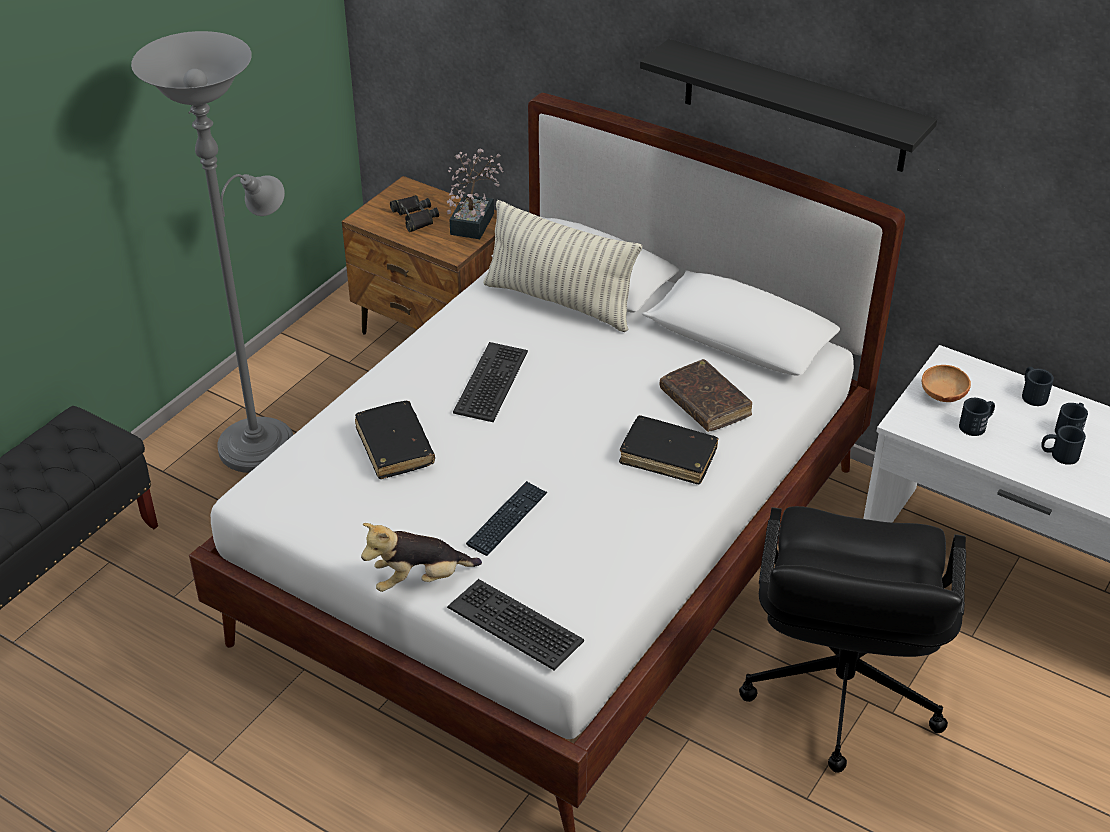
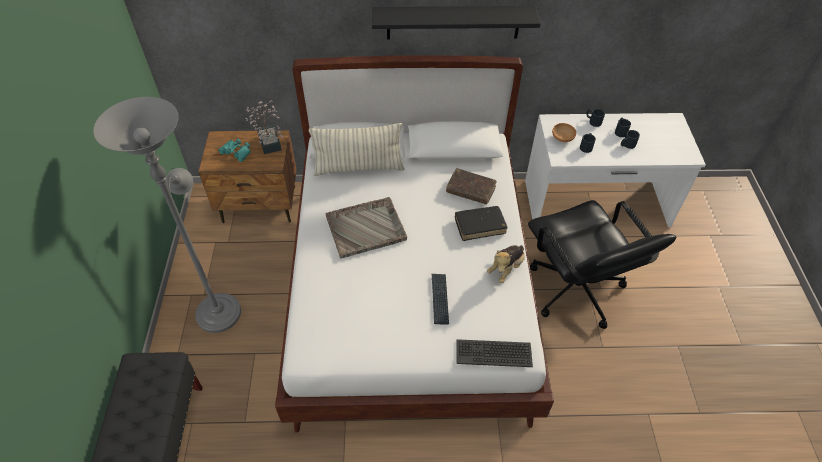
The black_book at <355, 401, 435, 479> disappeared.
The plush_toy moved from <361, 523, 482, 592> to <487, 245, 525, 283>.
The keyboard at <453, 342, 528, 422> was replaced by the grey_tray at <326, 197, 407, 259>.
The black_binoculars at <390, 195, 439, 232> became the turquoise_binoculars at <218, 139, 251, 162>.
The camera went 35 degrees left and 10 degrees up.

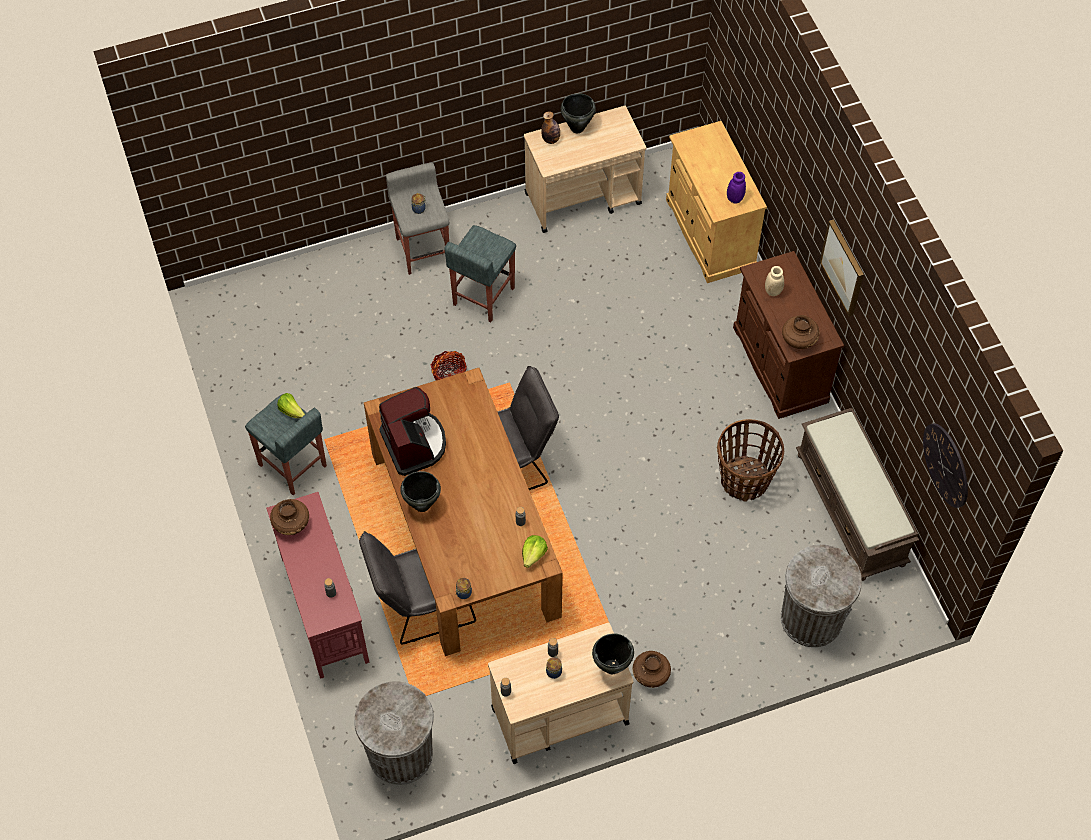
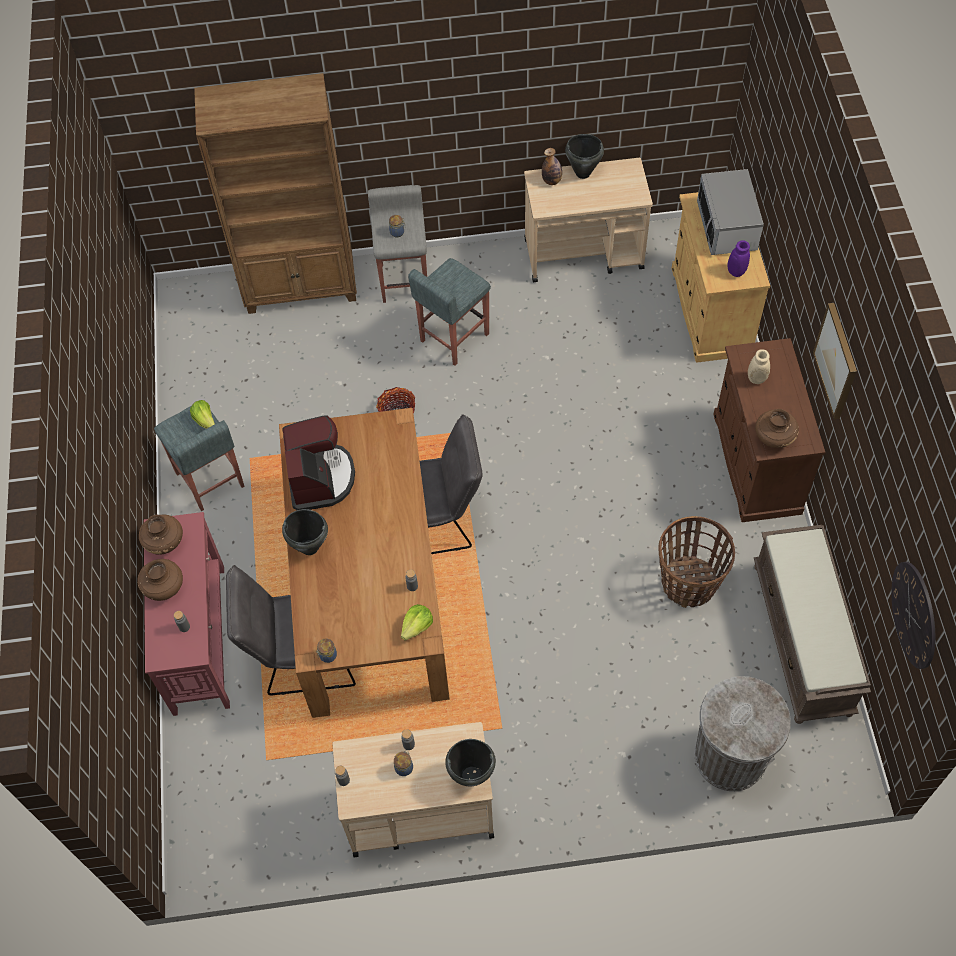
The grey_trash_can at <354, 681, 434, 785> disappeared.
The brown_bookcase at <194, 73, 357, 314> appeared.
The microwave at <697, 169, 764, 255> appeared.
The brown_vase moved from <633, 651, 671, 688> to <137, 559, 183, 601>.
The camera went 15 degrees right and 0 degrees up.

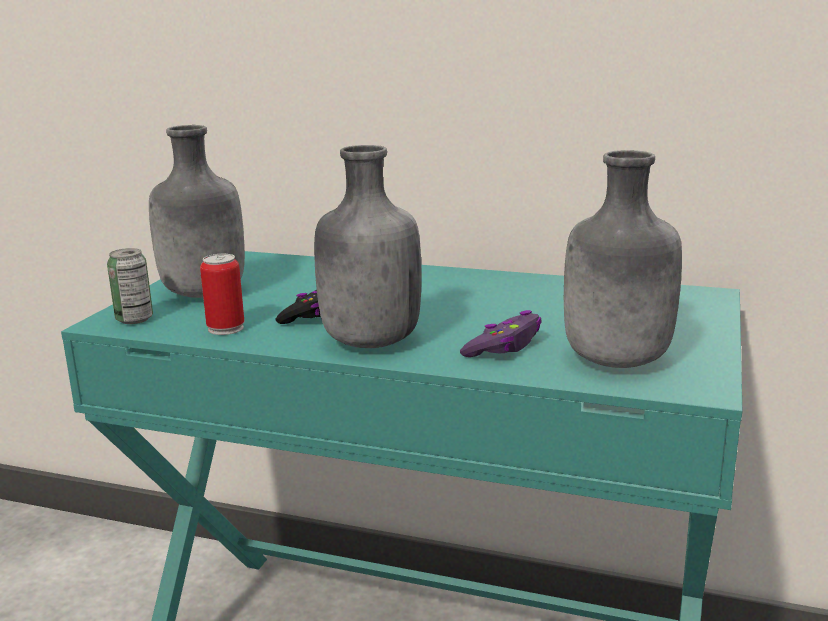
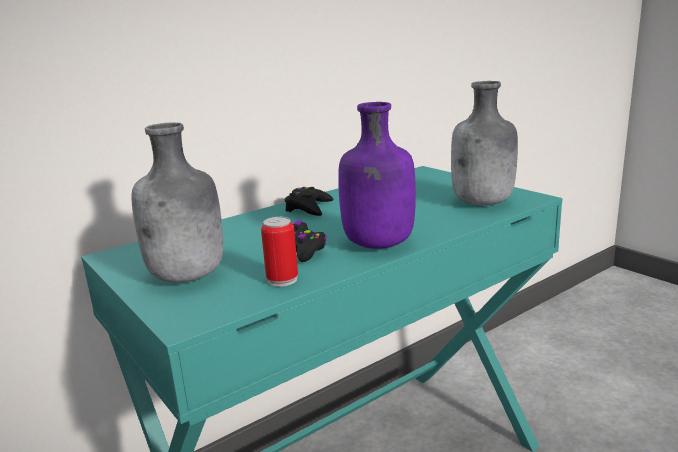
The can at <107, 248, 153, 324> disappeared.
The purple_game_controller at <460, 310, 542, 357> disappeared.
The black_game_controller at <285, 187, 333, 216> appeared.
The grey_bottle at <314, 145, 421, 348> became the purple_bottle at <338, 102, 416, 249>.
The camera went 55 degrees left and 0 degrees up.

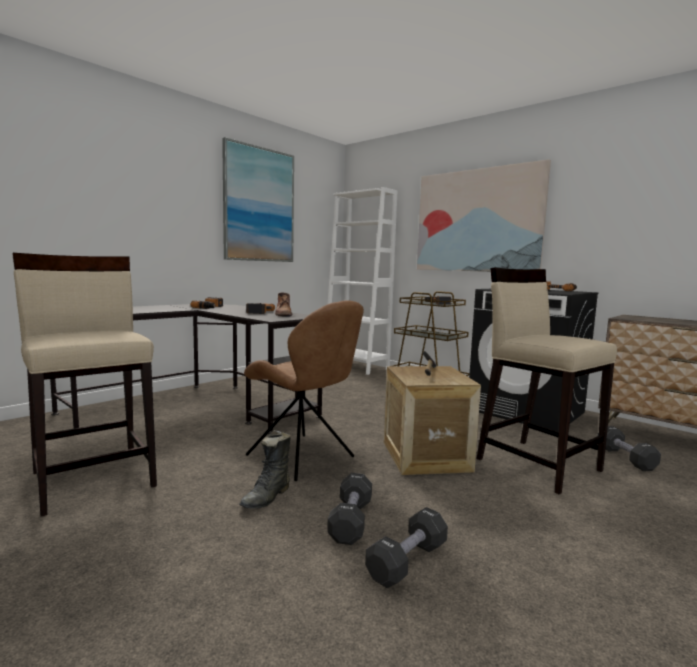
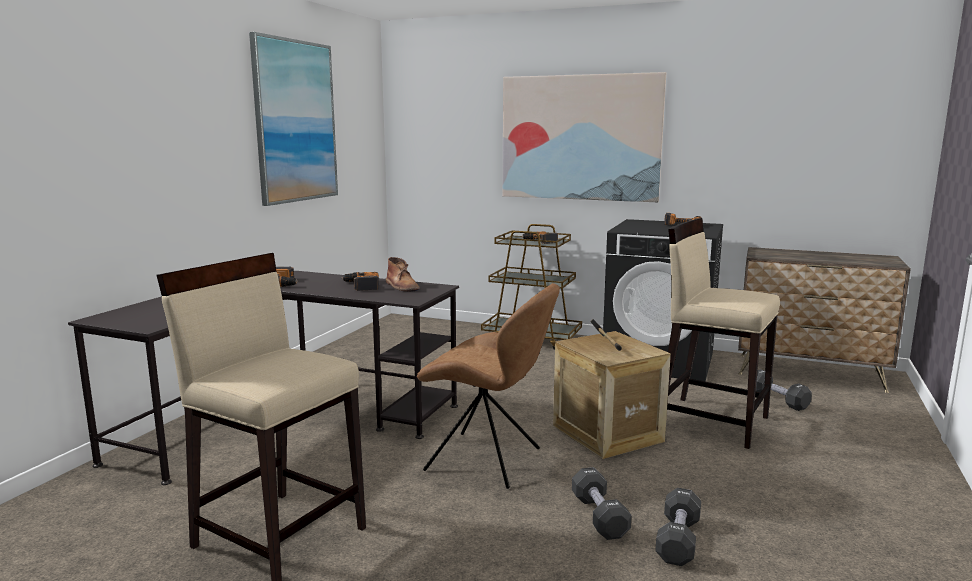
The black_boot at <239, 430, 291, 509> disappeared.
The white_bookcase at <328, 187, 397, 375> disappeared.
The camera went 20 degrees left and 5 degrees up.

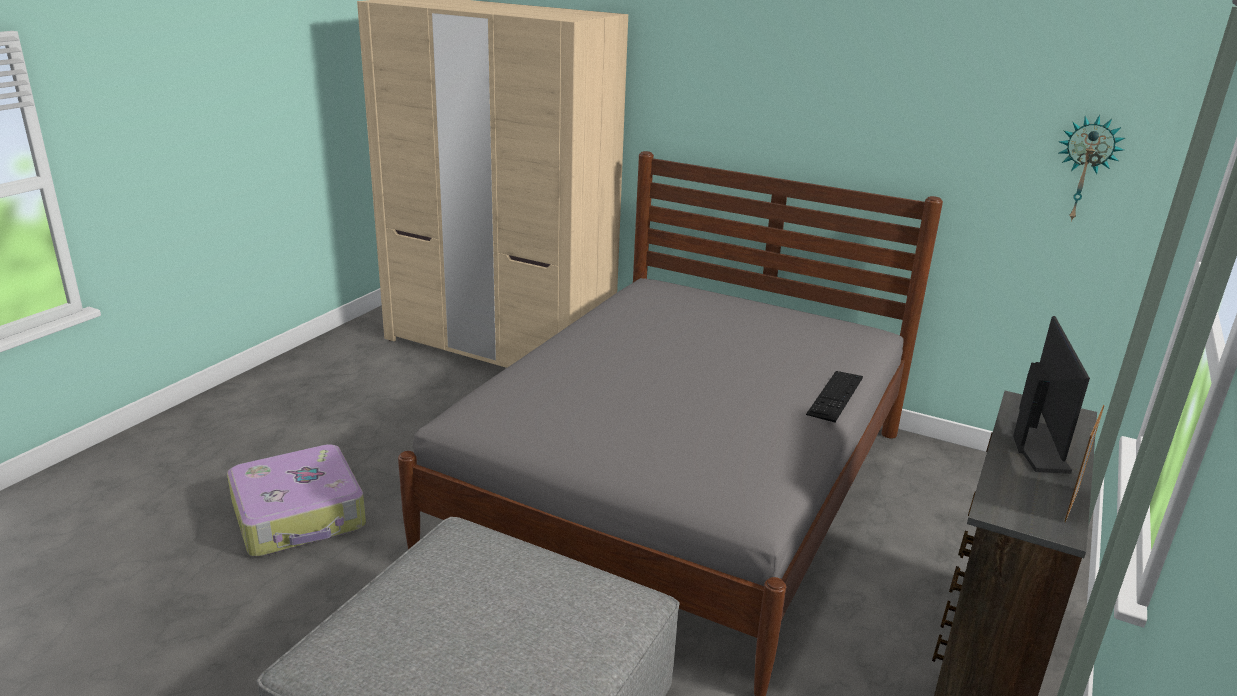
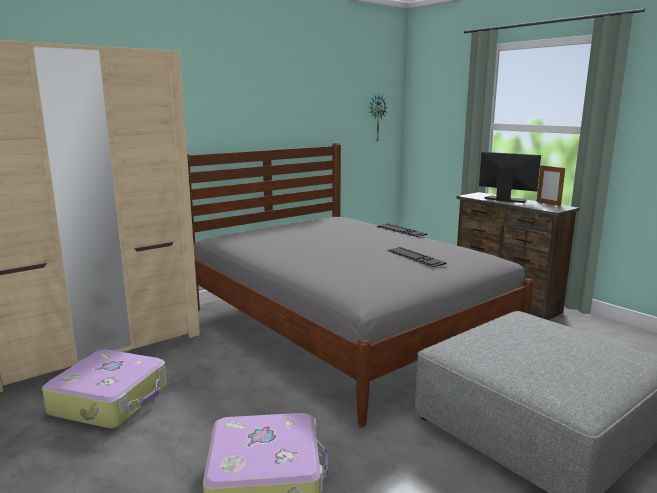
The suitcase at <42, 349, 167, 429> appeared.
The keyboard at <387, 247, 447, 267> appeared.
The camera went 65 degrees left and 10 degrees down.

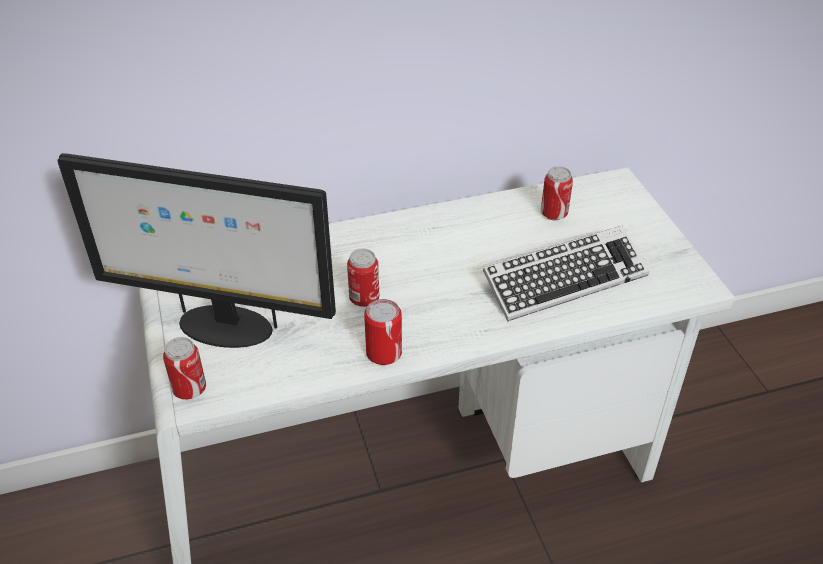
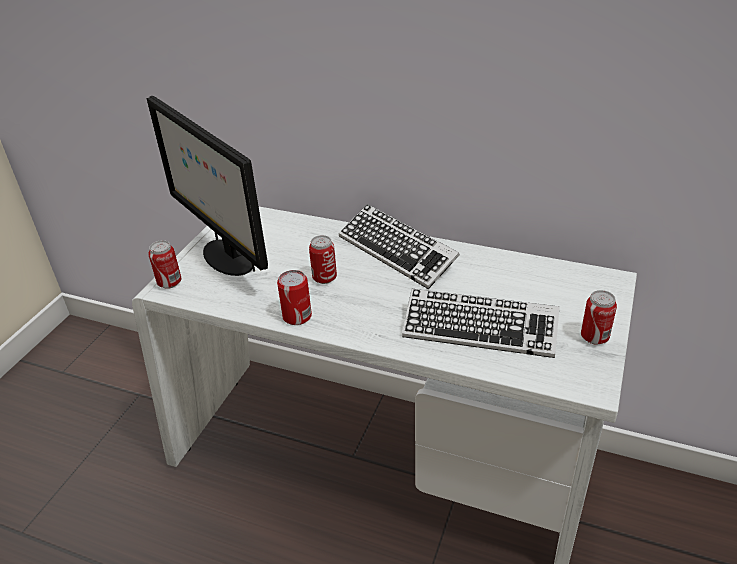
The keyboard at <339, 204, 460, 289> appeared.
The can moved from <541, 166, 573, 220> to <581, 290, 617, 345>.
The camera went 40 degrees right and 5 degrees down.

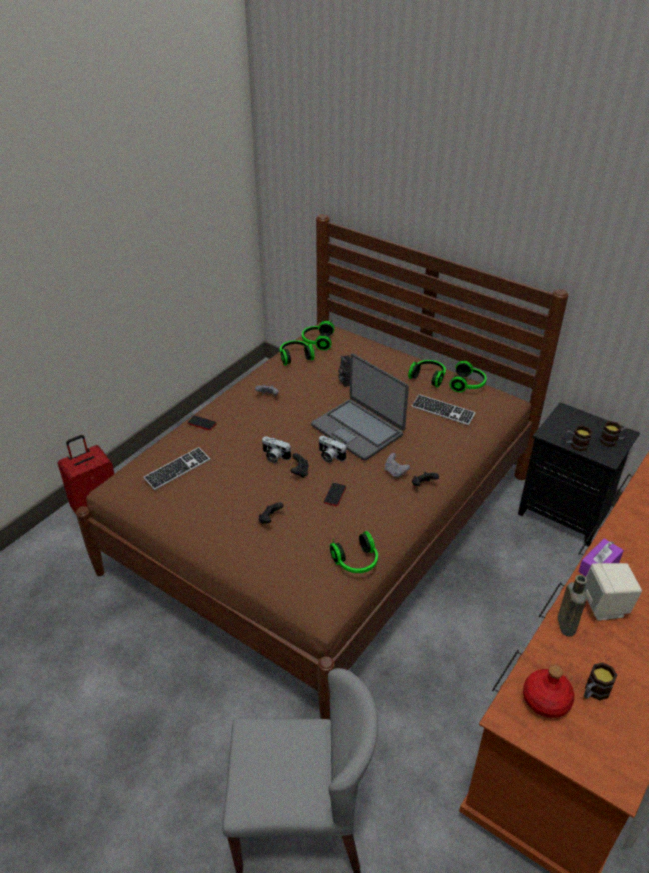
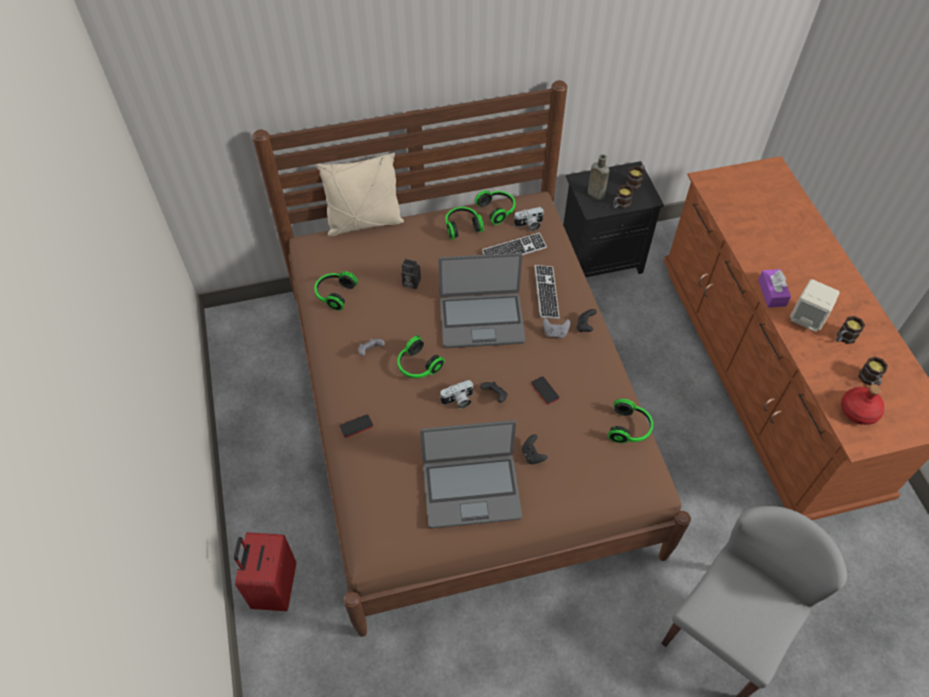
The beige_pillow at <316, 153, 404, 236> appeared.
The laptop at <420, 420, 522, 528> appeared.
The mug at <836, 316, 865, 344> appeared.
The keyboard moved from <143, 447, 210, 490> to <535, 265, 560, 319>.
The headphones moved from <302, 319, 335, 350> to <397, 333, 445, 378>.
The photo_camera moved from <319, 436, 346, 463> to <514, 207, 544, 231>.
The brown_bottle moved from <558, 575, 587, 636> to <588, 154, 609, 200>.
The camera went 50 degrees left and 15 degrees up.

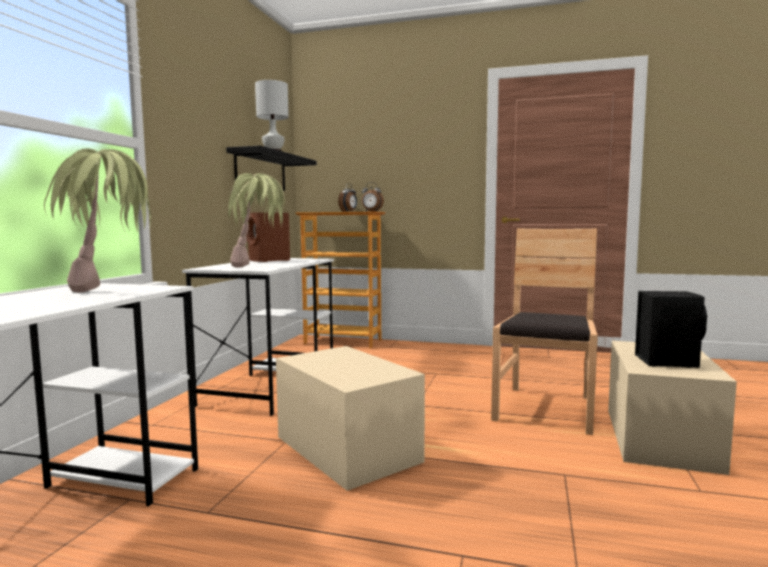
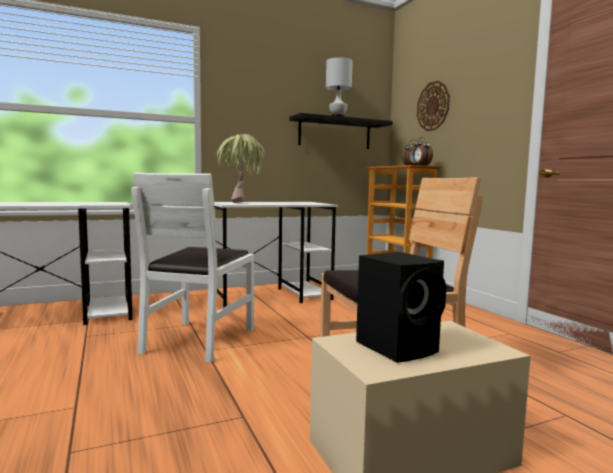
The potted_plant at <44, 148, 151, 293> disappeared.
The brown_speaker at <246, 212, 290, 262> disappeared.
The wall_clock at <417, 80, 450, 131> appeared.
The beige_storage_box at <276, 346, 425, 491> was replaced by the white_chair at <131, 172, 254, 363>.
The camera went 50 degrees right and 0 degrees up.

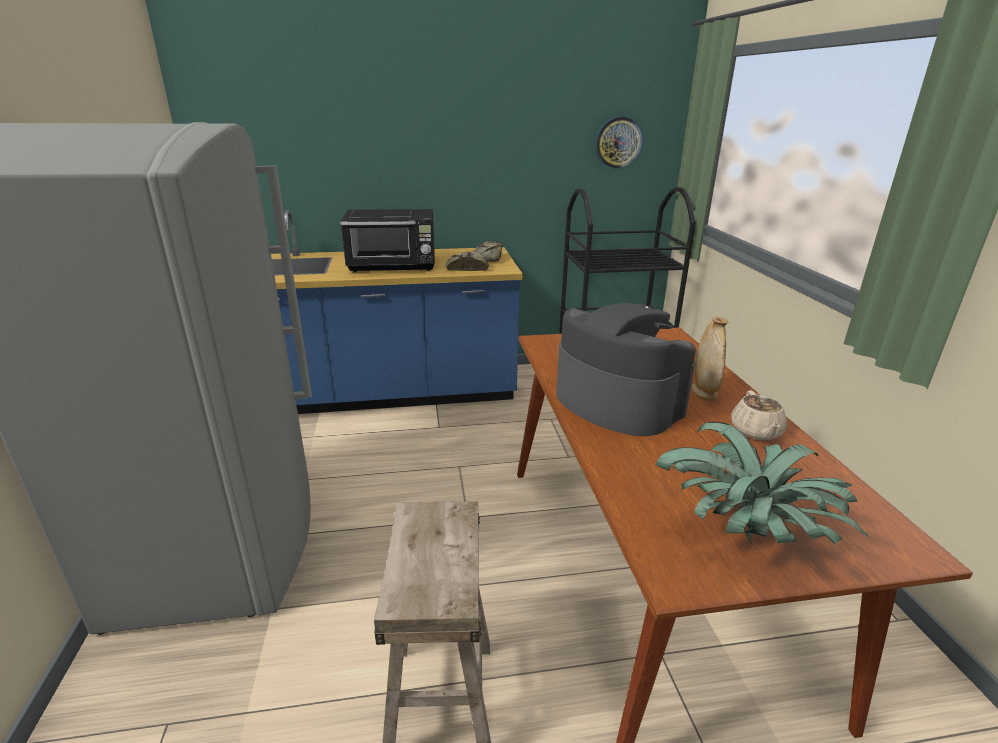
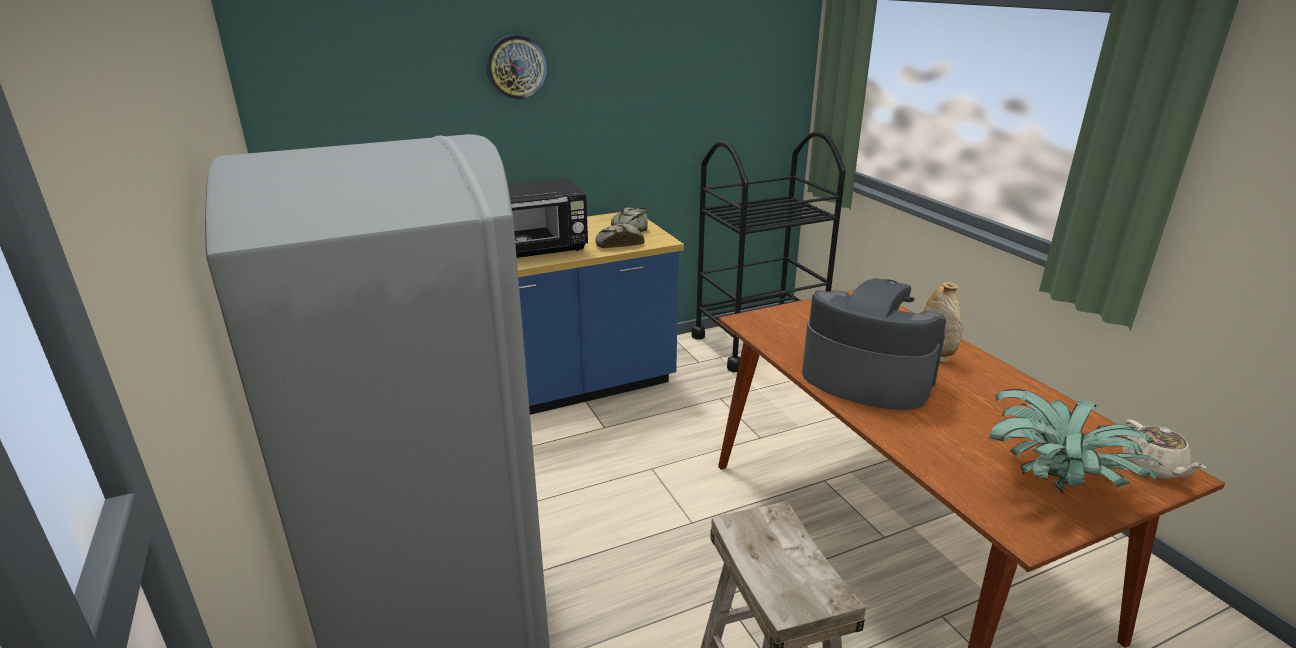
The wall_clock moved from <595, 117, 643, 168> to <486, 35, 547, 100>.
The beige_teapot moved from <731, 390, 787, 440> to <1122, 419, 1206, 479>.
The camera went 15 degrees left and 0 degrees up.

